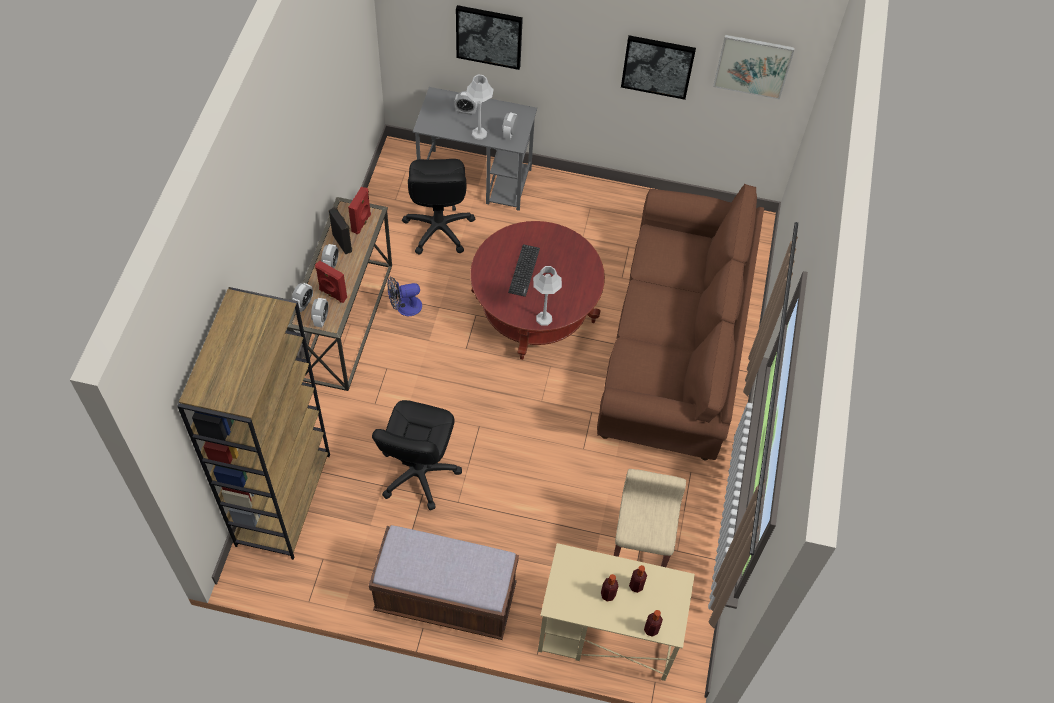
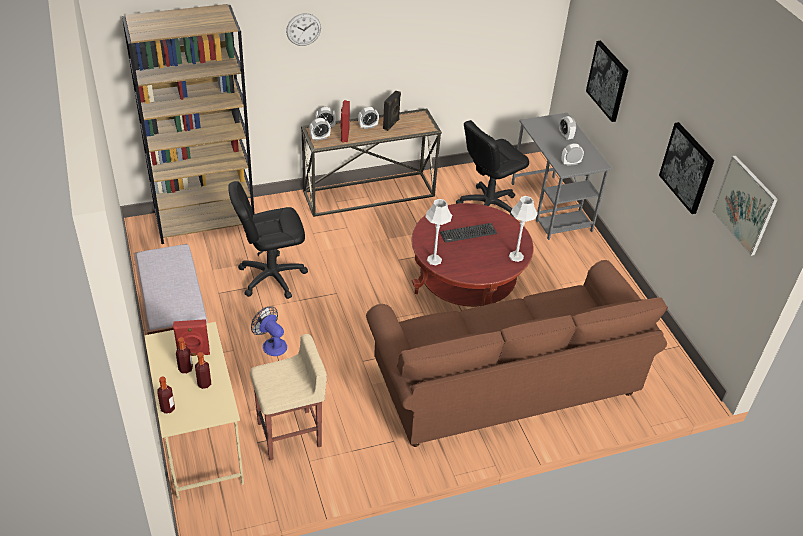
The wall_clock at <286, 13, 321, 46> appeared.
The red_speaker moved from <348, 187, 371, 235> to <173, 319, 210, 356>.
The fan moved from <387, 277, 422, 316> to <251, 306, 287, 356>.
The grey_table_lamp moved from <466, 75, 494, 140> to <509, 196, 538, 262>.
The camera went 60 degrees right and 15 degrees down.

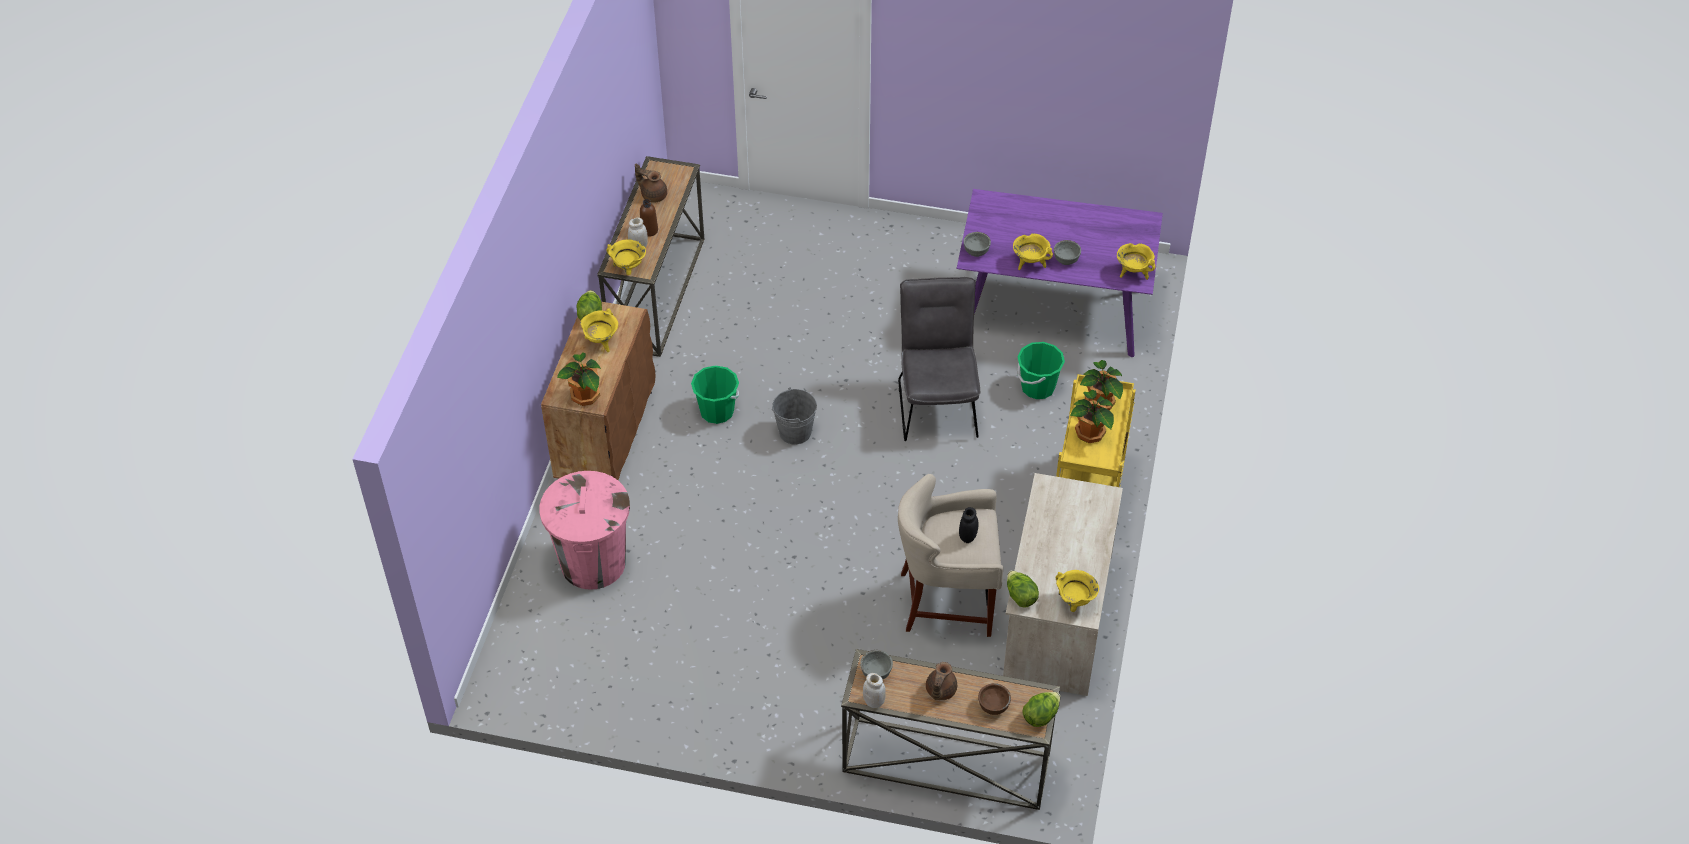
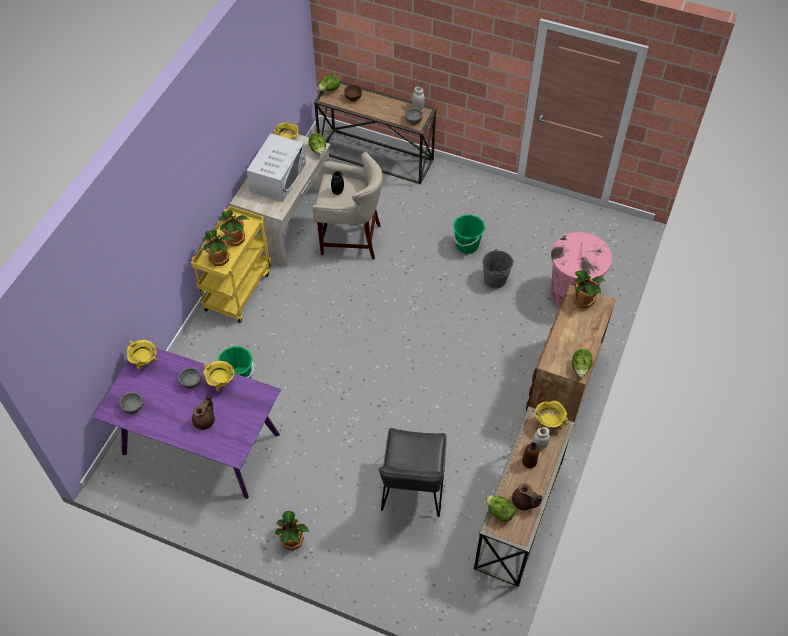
The yellow_cooking_pot at <580, 308, 618, 352> disappeared.
The white_microwave at <246, 133, 306, 202> appeared.
The potted_plant at <275, 511, 309, 551> appeared.
The lettuce at <486, 495, 516, 522> appeared.
The green_bucket moved from <691, 365, 739, 424> to <453, 214, 485, 254>.
The grey_bucket moved from <772, 388, 817, 445> to <482, 249, 514, 288>.
The grey_chair moved from <898, 277, 980, 441> to <378, 428, 447, 517>.
The brown_teapot moved from <926, 662, 957, 700> to <192, 393, 215, 430>.
The grey_bowl moved from <963, 232, 991, 257> to <120, 392, 143, 414>.
The camera went 170 degrees left and 5 degrees up.

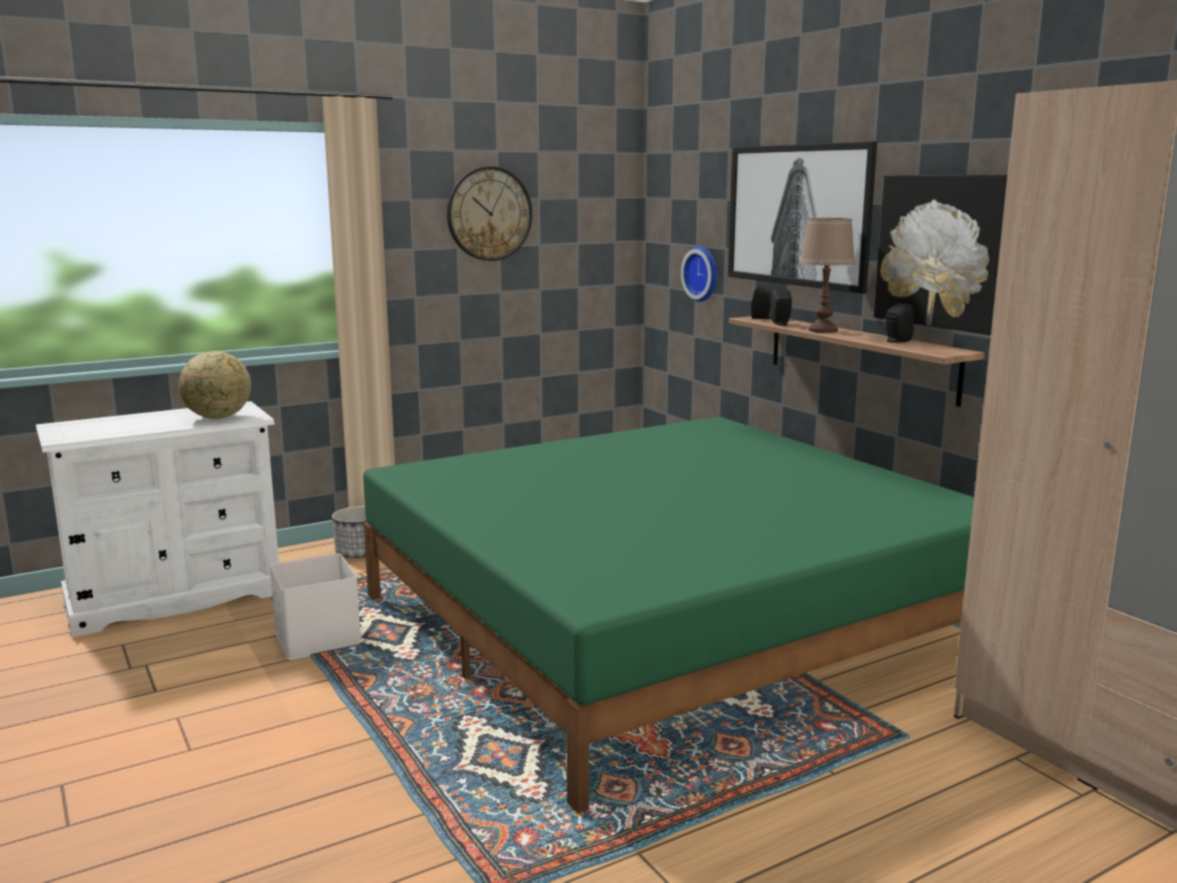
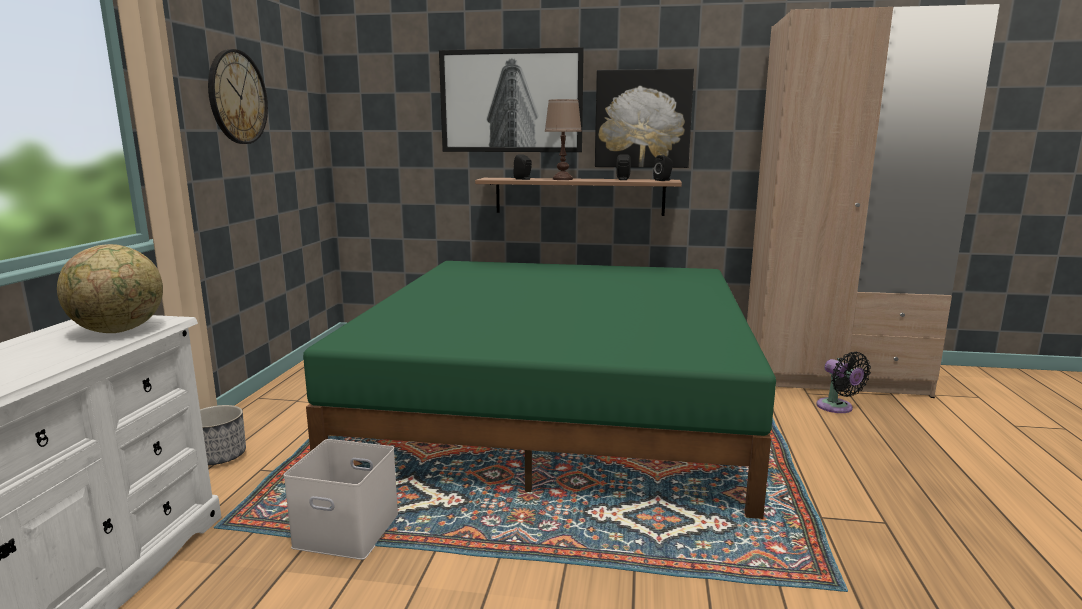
The wall_clock at <681, 246, 717, 302> disappeared.
The black_fan at <816, 352, 871, 413> appeared.
The black_speaker moved from <751, 285, 773, 319> to <653, 155, 673, 181>.
The camera went 50 degrees left and 0 degrees up.

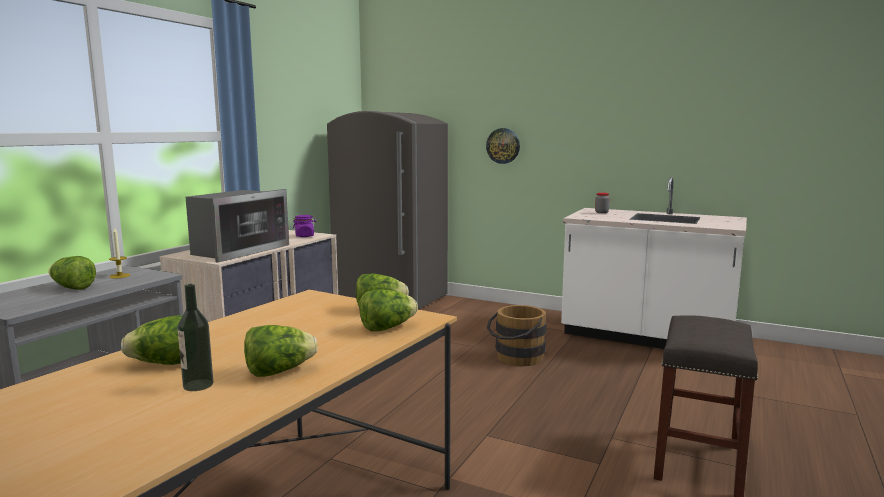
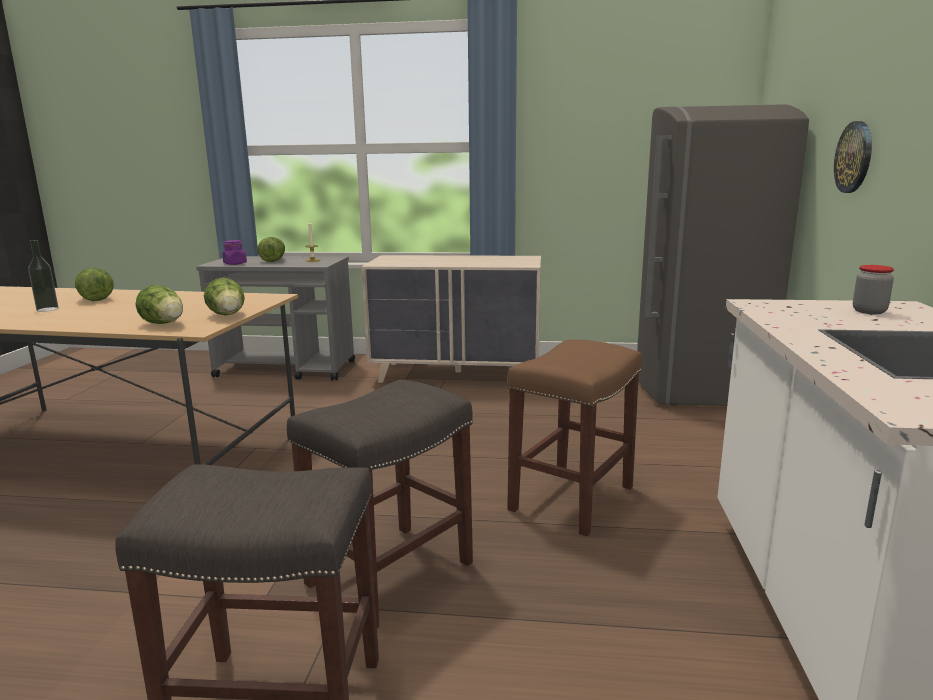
The microwave at <186, 189, 289, 263> disappeared.
The lettuce at <244, 325, 317, 377> disappeared.
The grey_stool at <287, 380, 473, 628> appeared.
The purple_jar moved from <293, 215, 316, 237> to <222, 240, 247, 265>.
The brown_bucket at <487, 305, 547, 366> was replaced by the brown_stool at <507, 340, 642, 537>.
The camera went 70 degrees right and 5 degrees up.

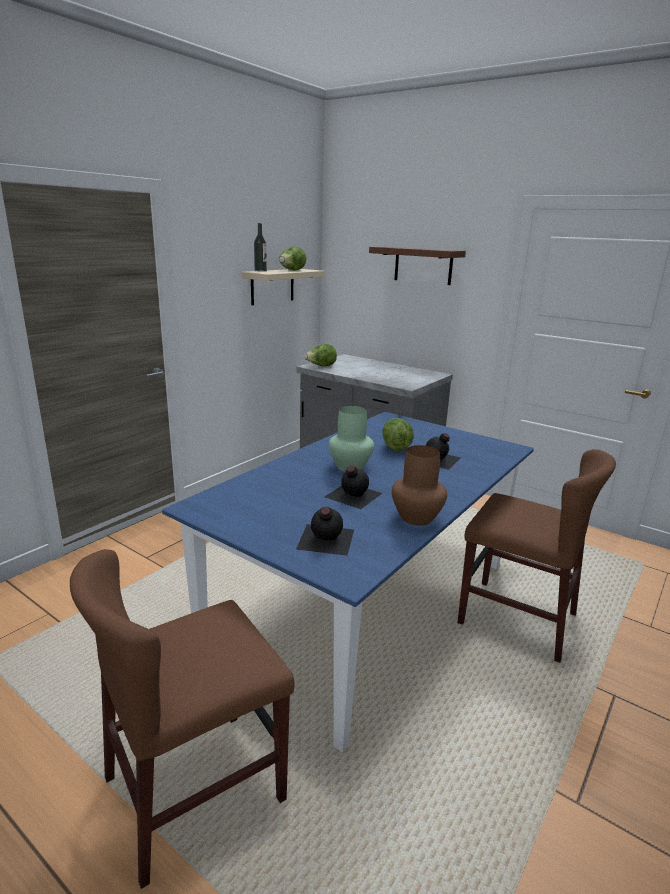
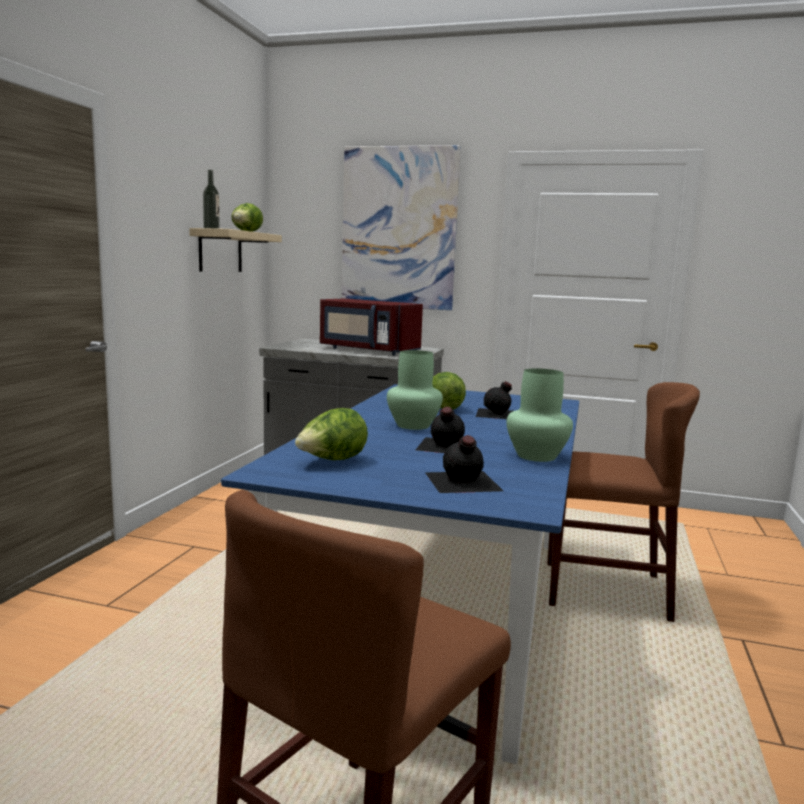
The red_microwave at <320, 299, 423, 355> appeared.
The lettuce moved from <304, 344, 337, 366> to <295, 408, 368, 460>.
The brown_shelf at <369, 247, 466, 285> was replaced by the picture at <342, 145, 461, 310>.
The brown_vase at <392, 445, 447, 526> became the green_vase at <506, 368, 573, 462>.
The camera went 20 degrees left and 10 degrees down.

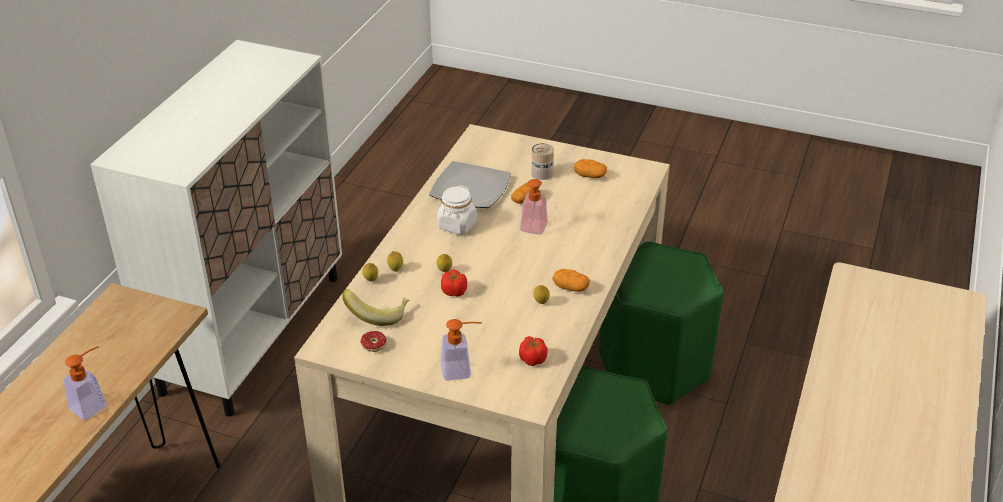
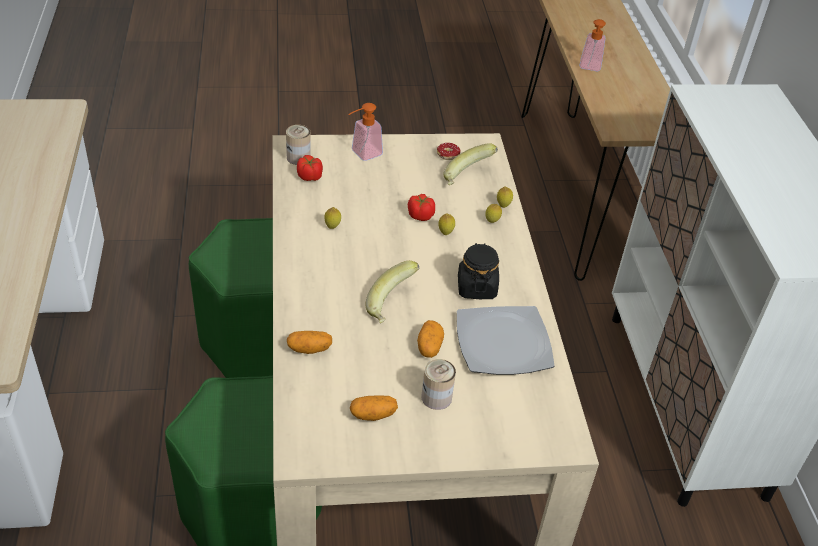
The can at <286, 125, 311, 165> appeared.
The potato moved from <552, 269, 590, 292> to <287, 331, 332, 354>.
The soap_dispenser at <520, 179, 548, 235> was replaced by the banana at <365, 261, 420, 324>.
The white_jar at <437, 185, 477, 235> became the black_jar at <458, 243, 499, 299>.
The camera went 150 degrees right and 5 degrees up.

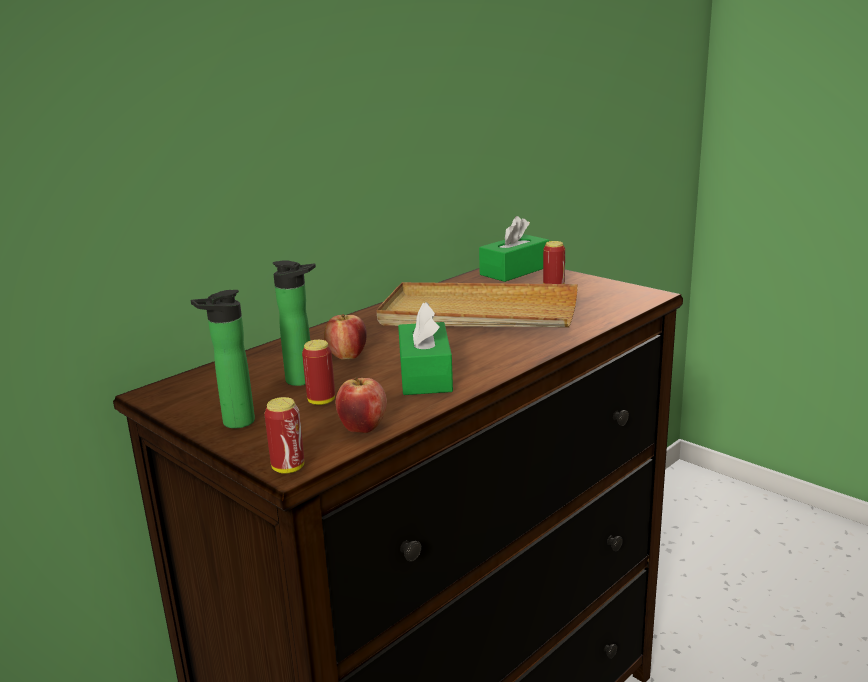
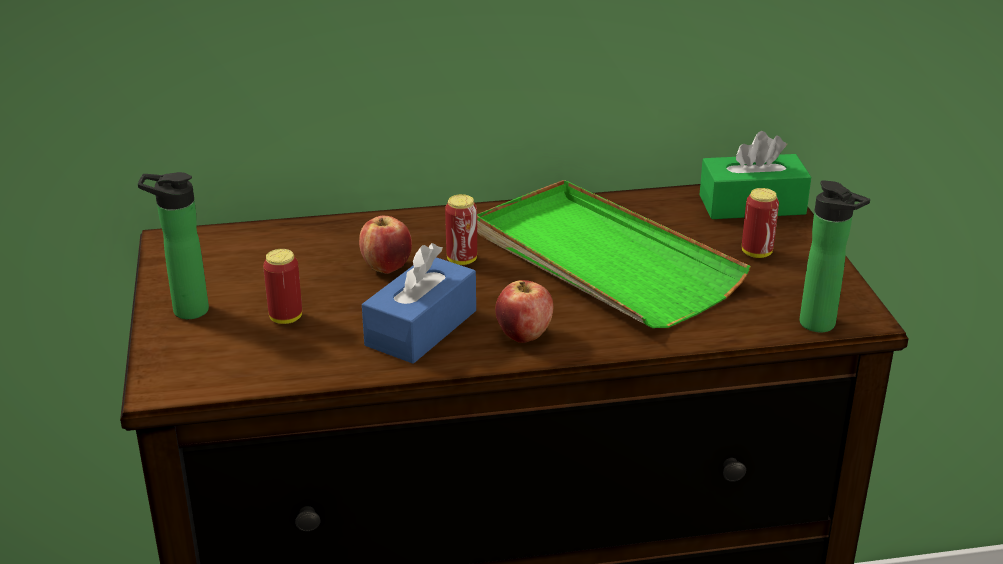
The can moved from <264, 397, 304, 474> to <445, 194, 477, 265>.
The bottle moved from <273, 260, 316, 386> to <800, 180, 870, 332>.
The apple moved from <336, 377, 387, 433> to <495, 280, 553, 343>.
The beige_tray at <377, 282, 578, 328> became the green_tray at <477, 180, 751, 328>.
The green_tissue_box at <398, 302, 453, 395> became the blue_tissue_box at <362, 243, 476, 364>.
The camera went 35 degrees right and 10 degrees up.

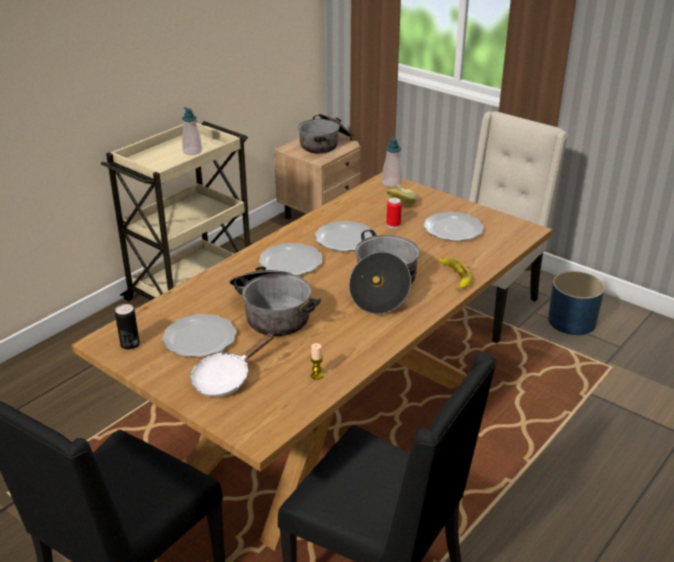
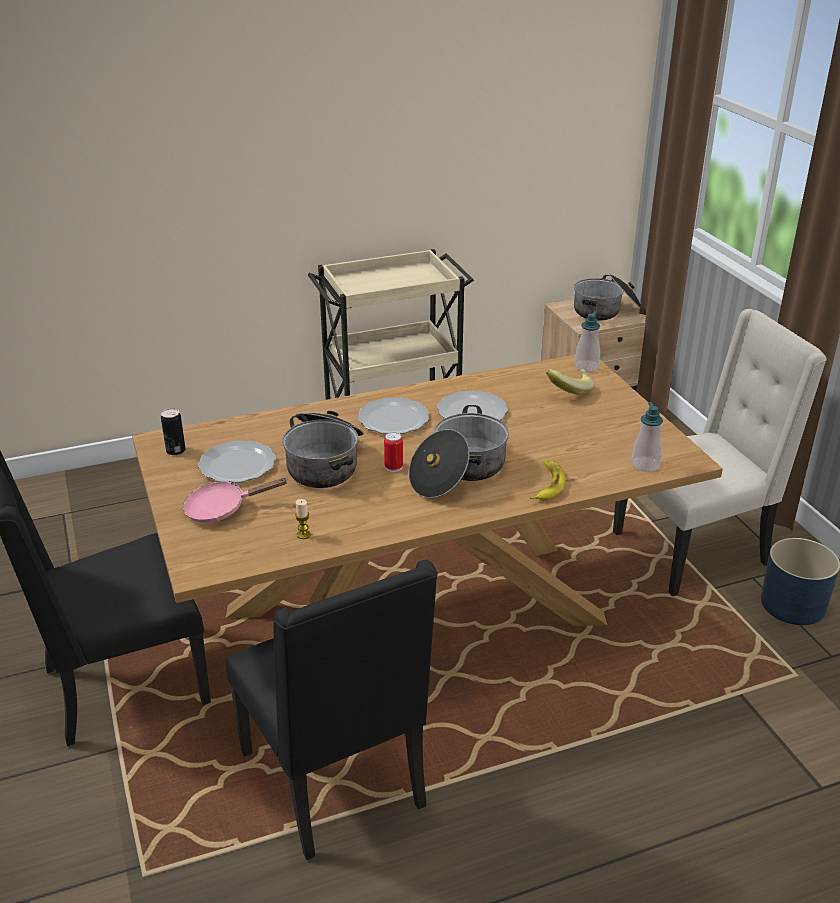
The plate at <423, 212, 484, 241> disappeared.
The soap_dispenser moved from <182, 107, 202, 155> to <631, 402, 663, 472>.
The can moved from <387, 198, 402, 229> to <384, 432, 403, 472>.
The white_frying_pan at <190, 333, 274, 397> became the pink_frying_pan at <183, 478, 288, 523>.
The camera went 30 degrees right and 0 degrees up.

